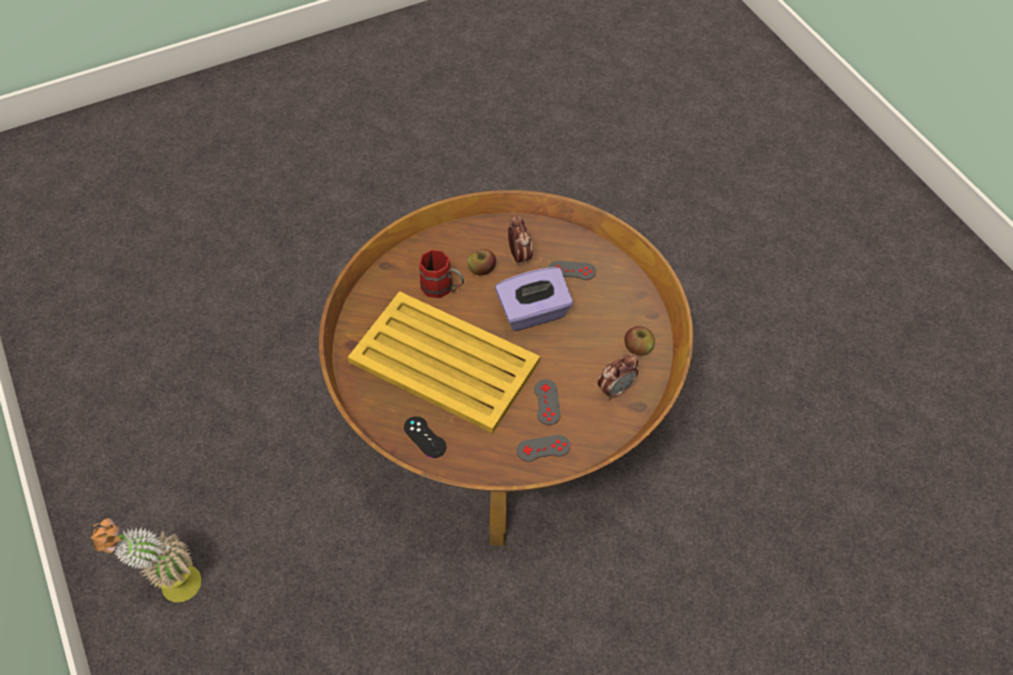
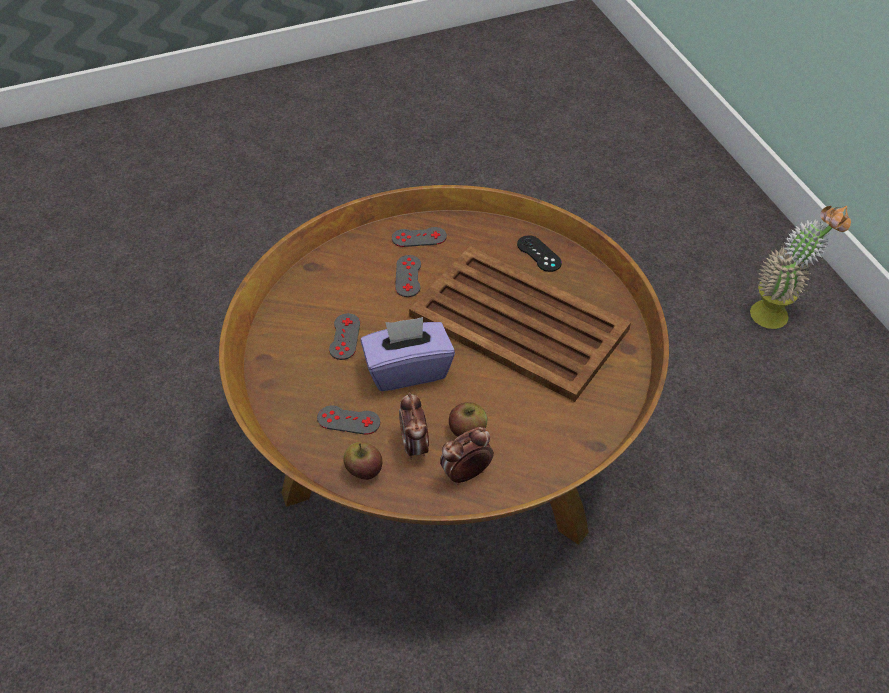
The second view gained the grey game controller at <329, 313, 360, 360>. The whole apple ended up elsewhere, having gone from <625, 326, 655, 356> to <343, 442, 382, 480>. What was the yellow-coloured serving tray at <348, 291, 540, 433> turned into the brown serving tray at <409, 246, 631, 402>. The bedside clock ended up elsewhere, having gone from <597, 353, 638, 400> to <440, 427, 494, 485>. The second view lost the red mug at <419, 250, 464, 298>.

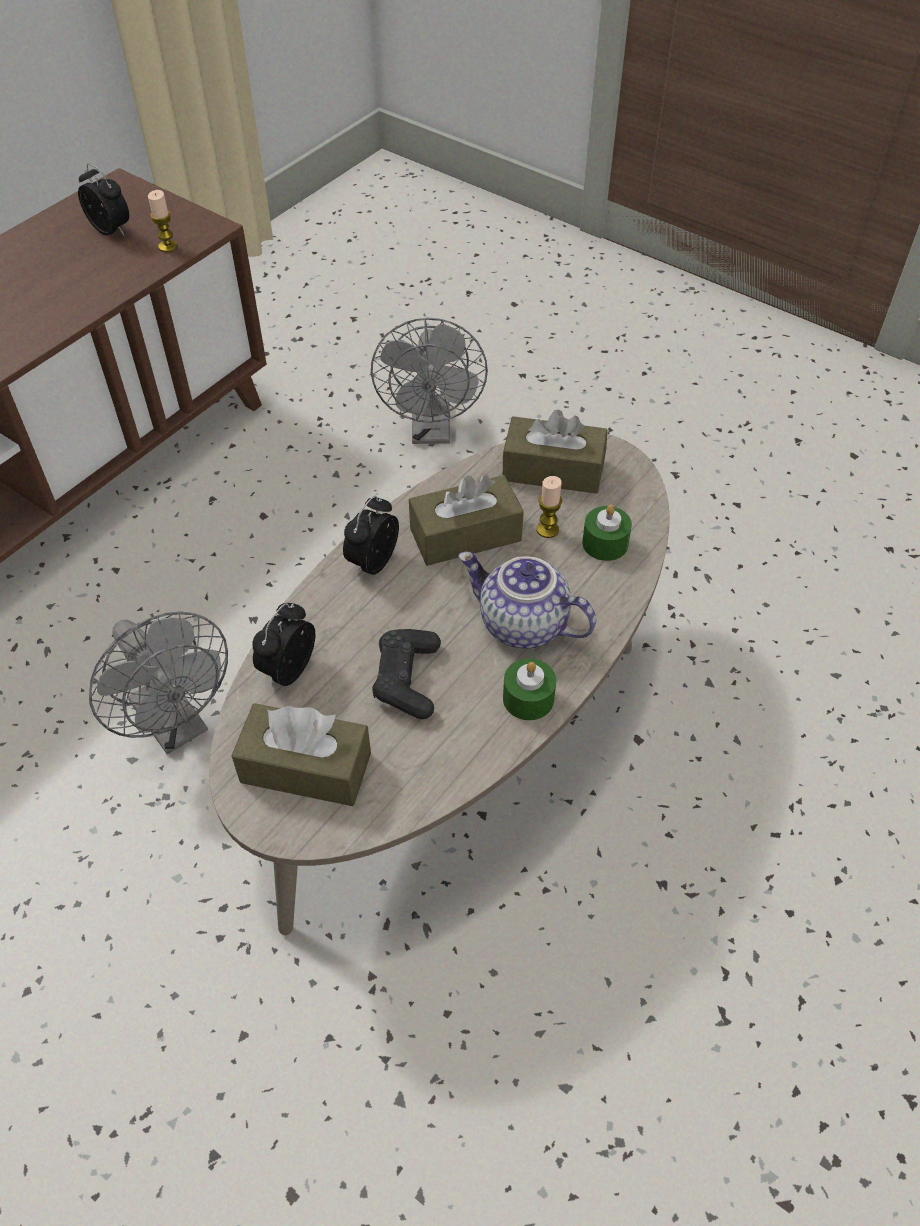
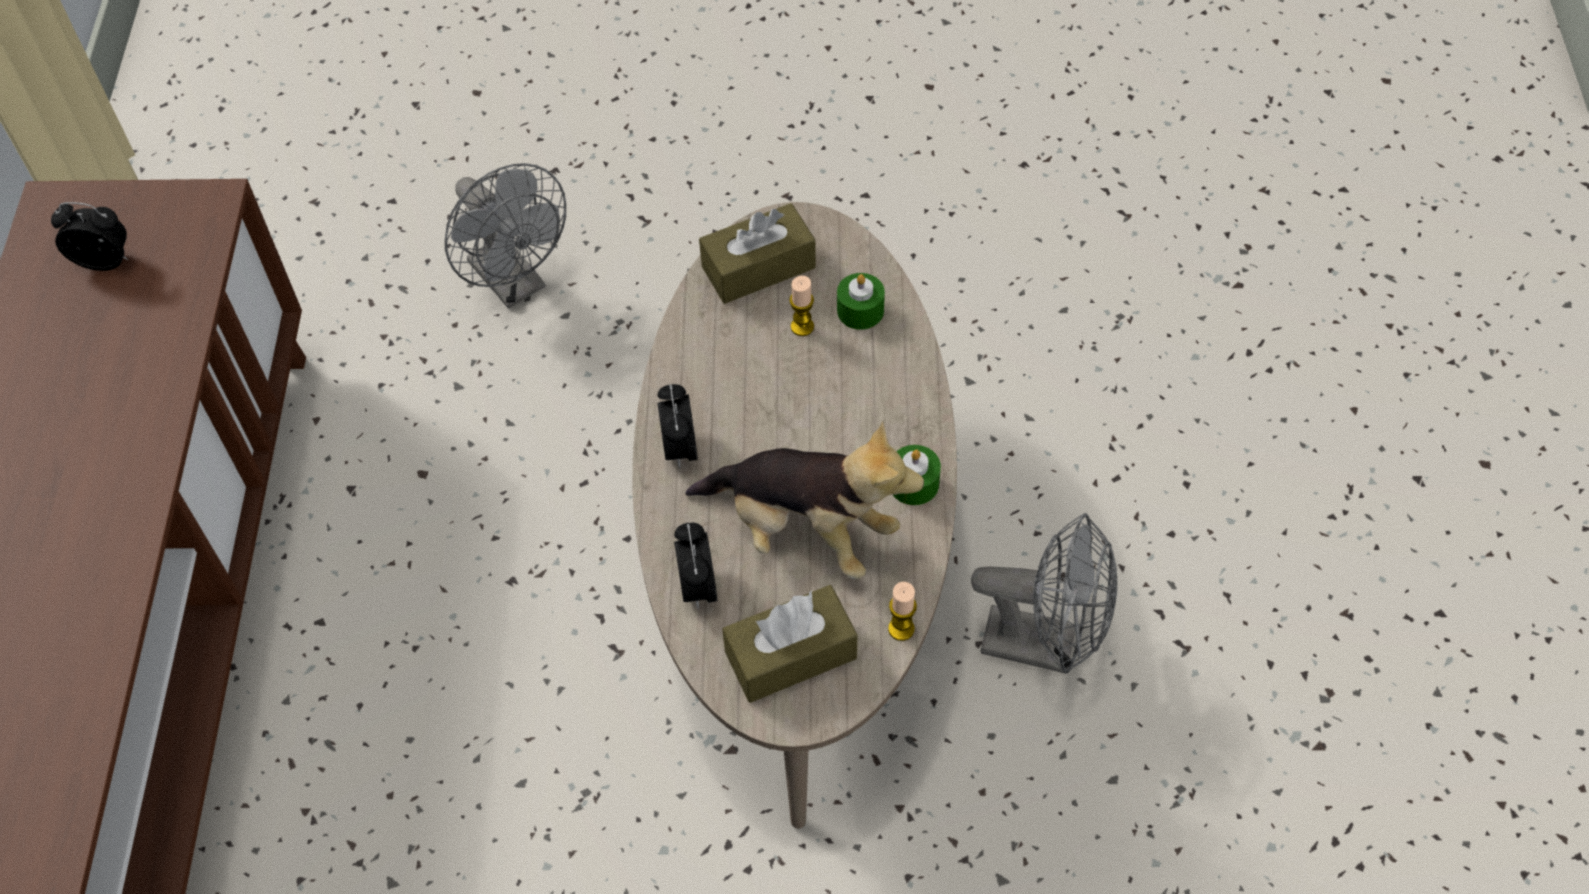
Where the black game controller stood at <372, 629, 441, 719>, the plush toy came to stand at <685, 422, 924, 579>. The wax light ended up elsewhere, having gone from <148, 190, 178, 252> to <888, 582, 917, 641>. The grey fan ended up elsewhere, having gone from <89, 611, 228, 754> to <971, 513, 1117, 674>. The second view lost the brown tissue box at <409, 475, 524, 566>. The second view lost the teapot at <458, 551, 596, 648>.

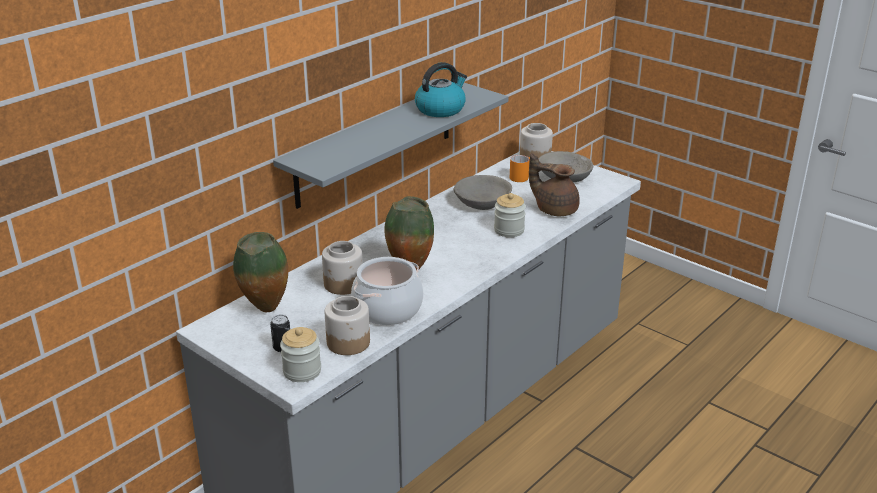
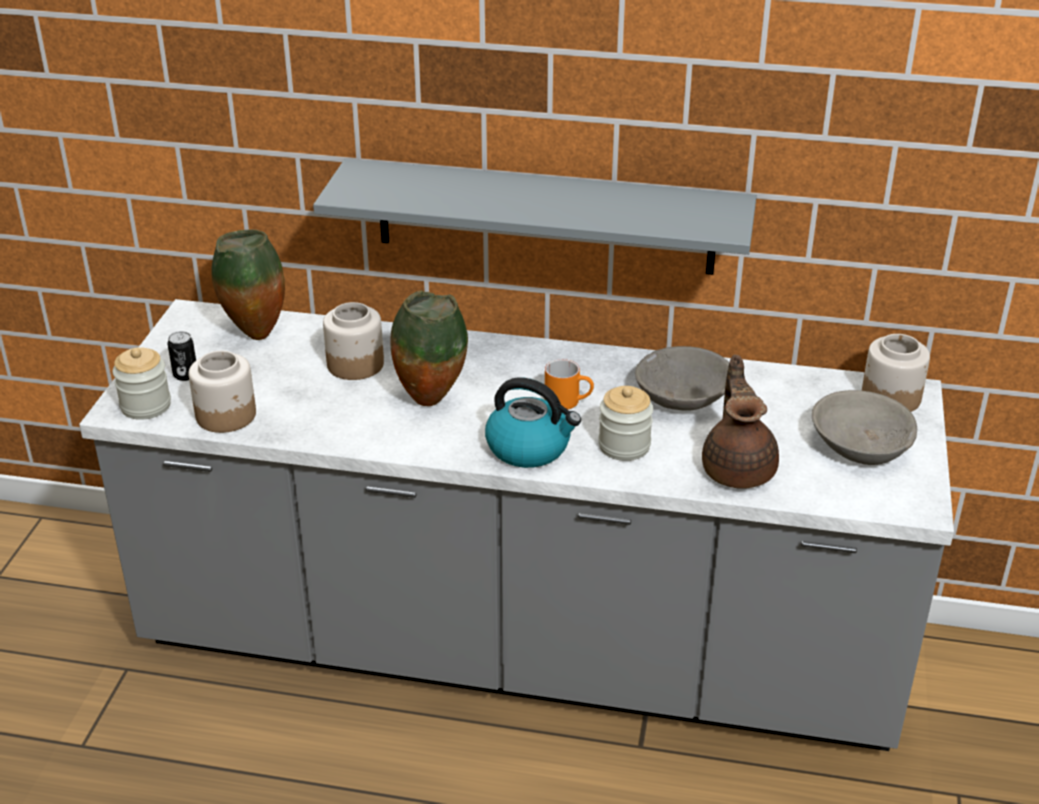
The kettle ended up elsewhere, having gone from <415, 62, 467, 117> to <485, 377, 581, 468>. The orange mug ended up elsewhere, having gone from <510, 155, 530, 182> to <545, 359, 594, 409>. The second view lost the cooking pot at <351, 257, 423, 325>.

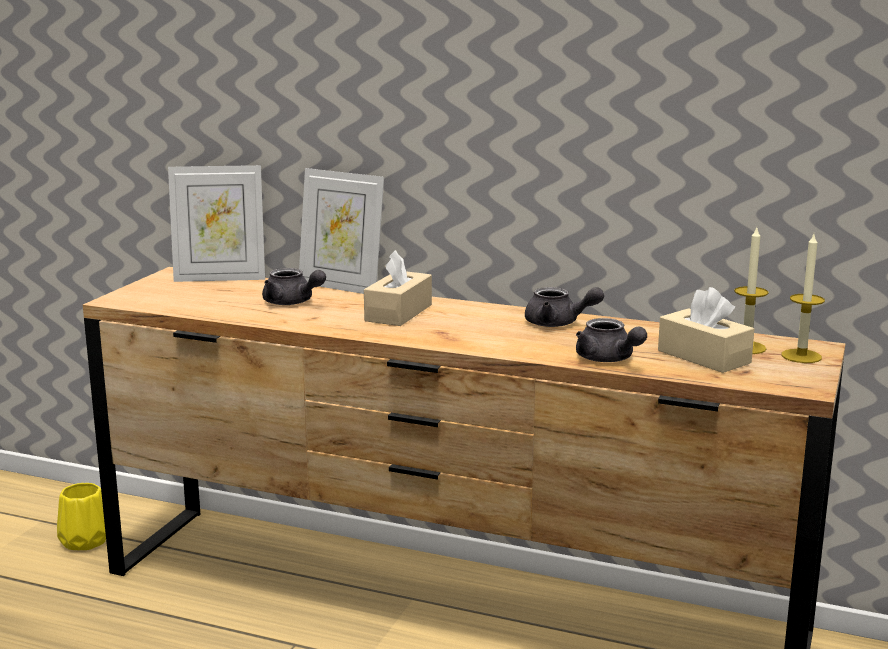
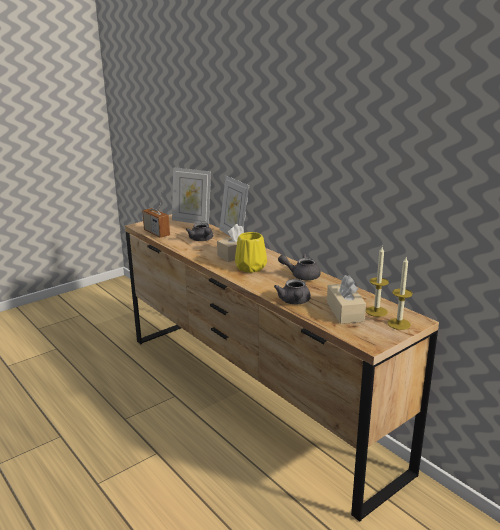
The second view gained the radio set at <142, 189, 170, 238>. The yellow-coloured flower vase ended up elsewhere, having gone from <57, 483, 106, 550> to <235, 232, 267, 273>. The grey teapot at <525, 287, 604, 327> ended up facing another way, 135 degrees clockwise from before.

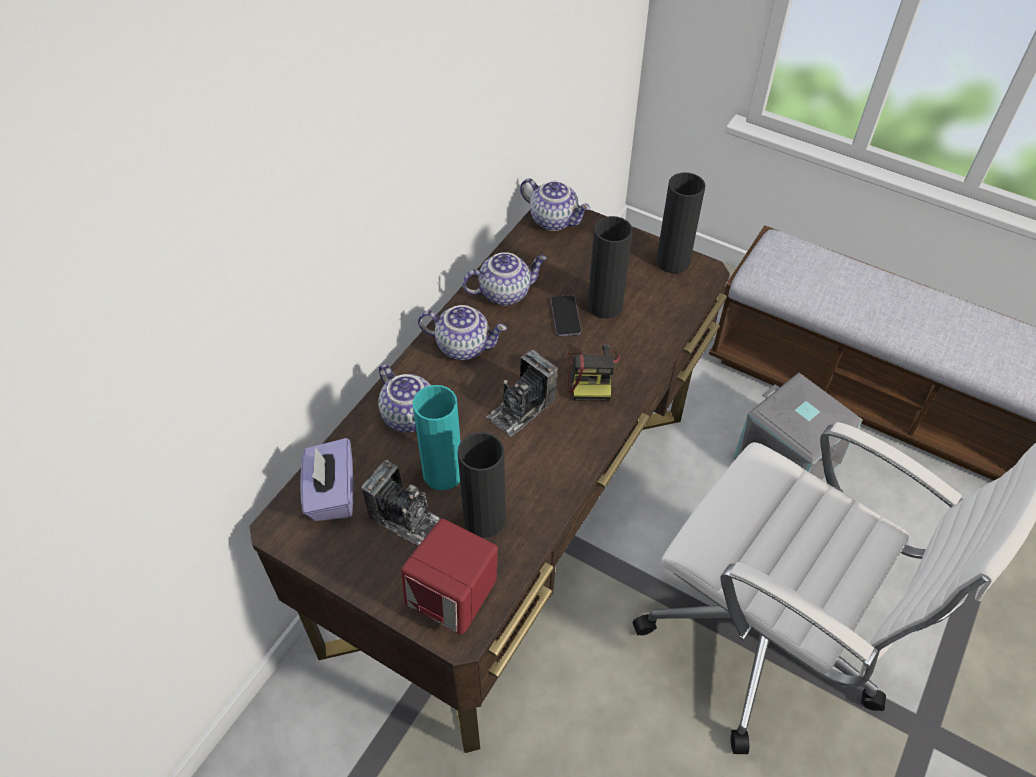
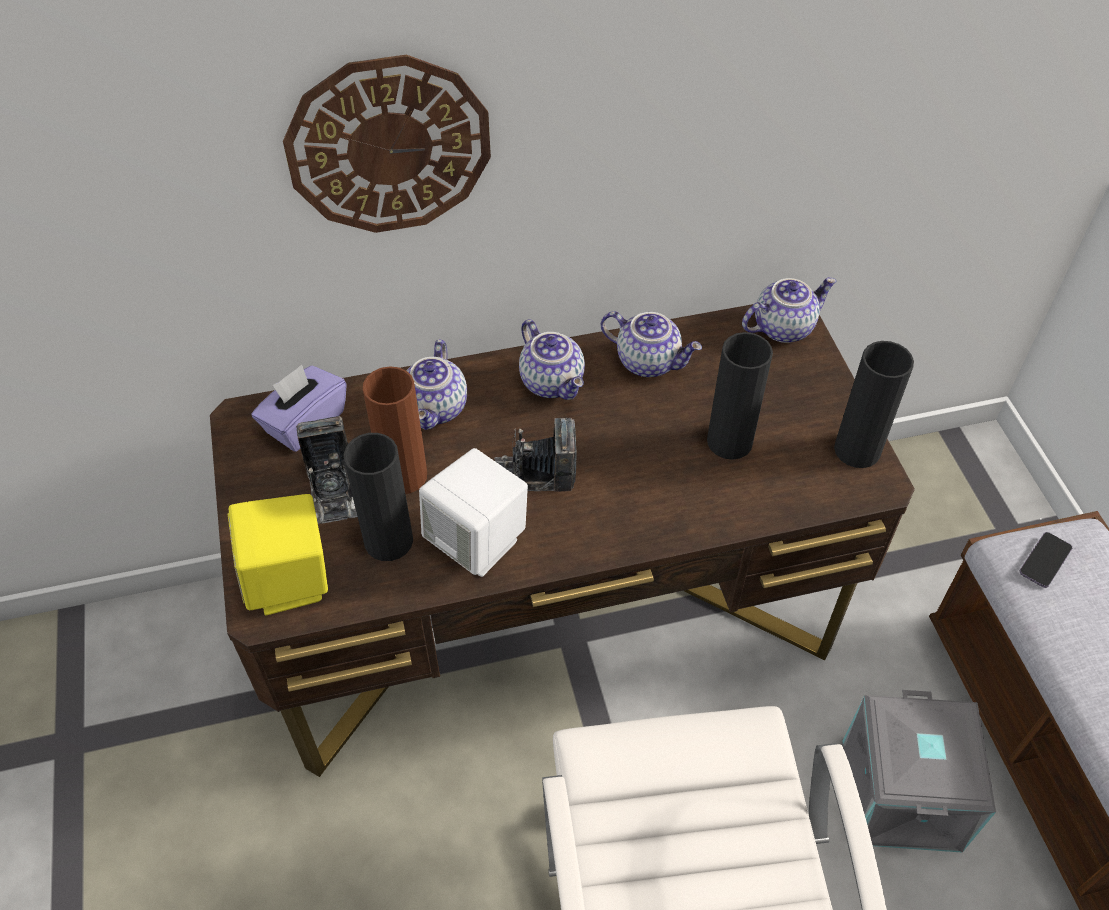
What was the red speaker at <401, 519, 498, 634> turned into the yellow-coloured speaker at <228, 494, 328, 615>. The second view gained the clock on the wall at <283, 55, 491, 233>. What was the turquoise flower vase at <413, 385, 461, 490> turned into the brown flower vase at <363, 366, 427, 494>. The second view gained the white speaker at <419, 448, 528, 577>. The teapot at <520, 178, 590, 231> ended up facing another way, 105 degrees counterclockwise from before. The telephone ended up elsewhere, having gone from <551, 295, 581, 336> to <1019, 532, 1072, 588>. The second view lost the photo camera at <565, 344, 620, 401>.

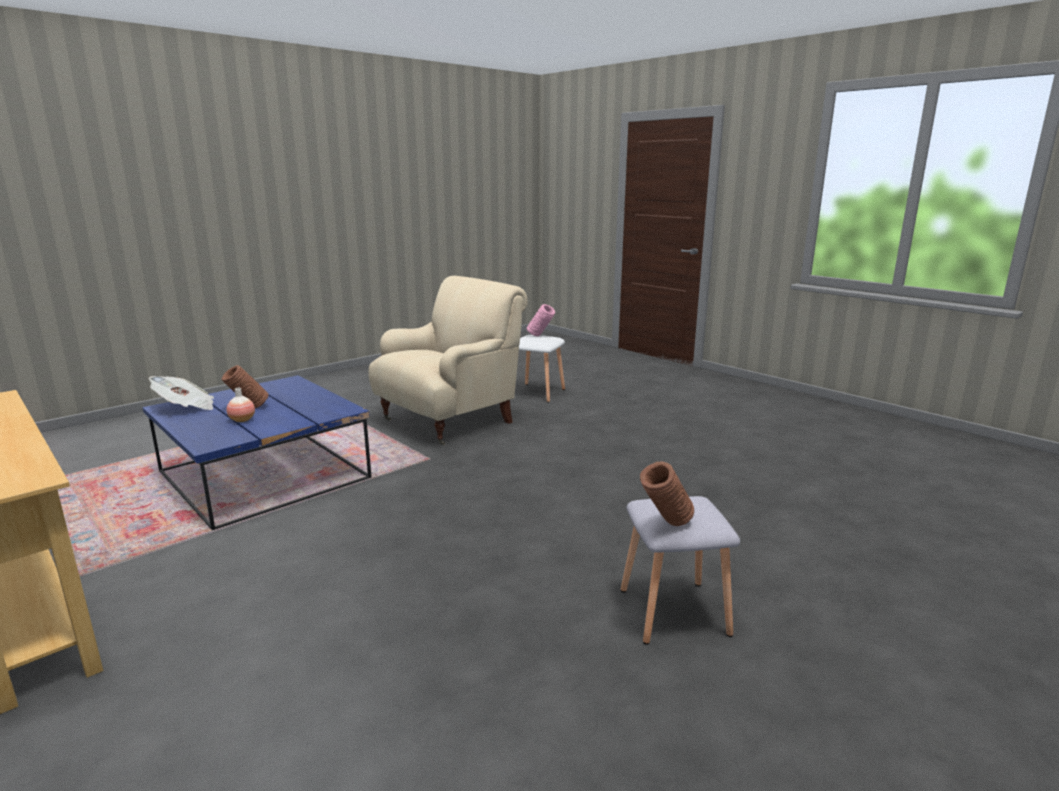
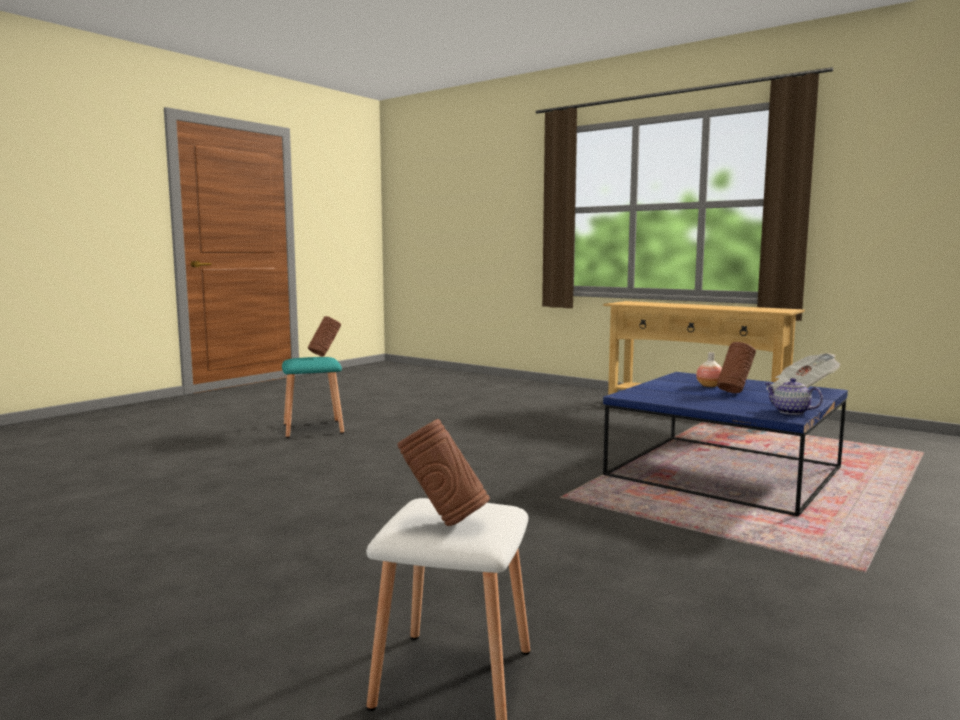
What was the grey stool at <621, 496, 740, 645> turned into the turquoise stool at <282, 357, 344, 438>. What was the pink flower vase at <527, 304, 555, 336> turned into the brown flower vase at <398, 419, 490, 526>. The second view gained the teapot at <764, 378, 823, 415>. The second view lost the beige easy chair at <369, 276, 528, 445>.

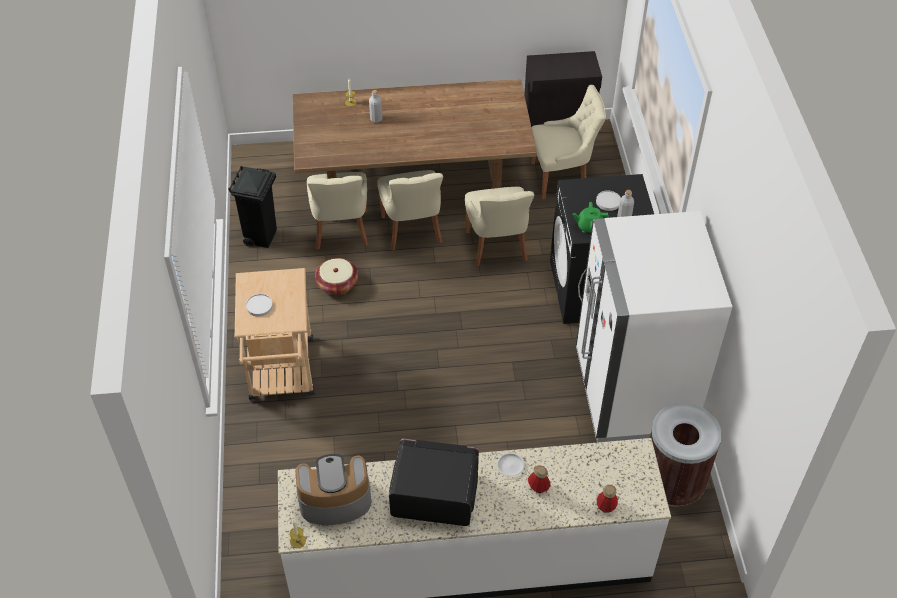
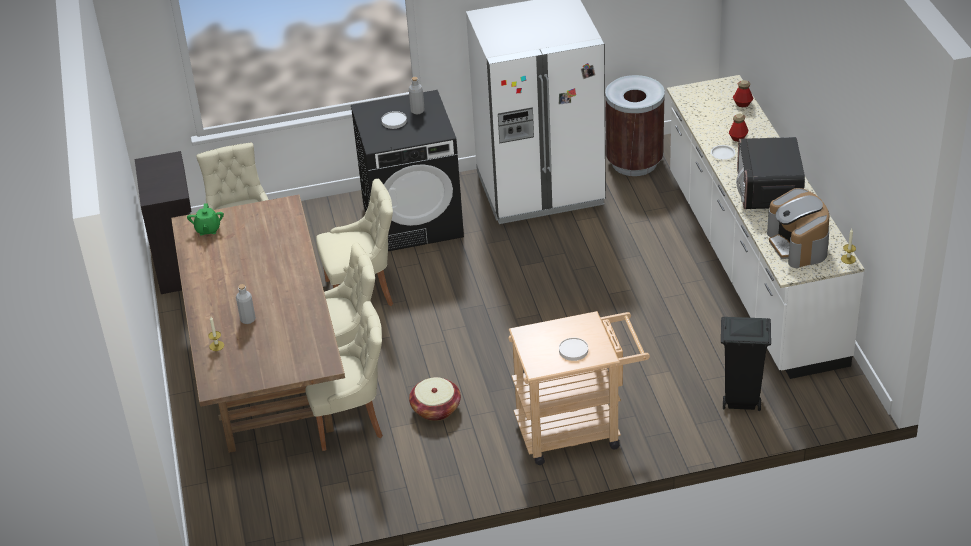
The green-coloured teapot ended up elsewhere, having gone from <573, 202, 609, 233> to <187, 203, 224, 235>. The black waste bin ended up elsewhere, having gone from <228, 166, 277, 248> to <721, 317, 771, 411>.

